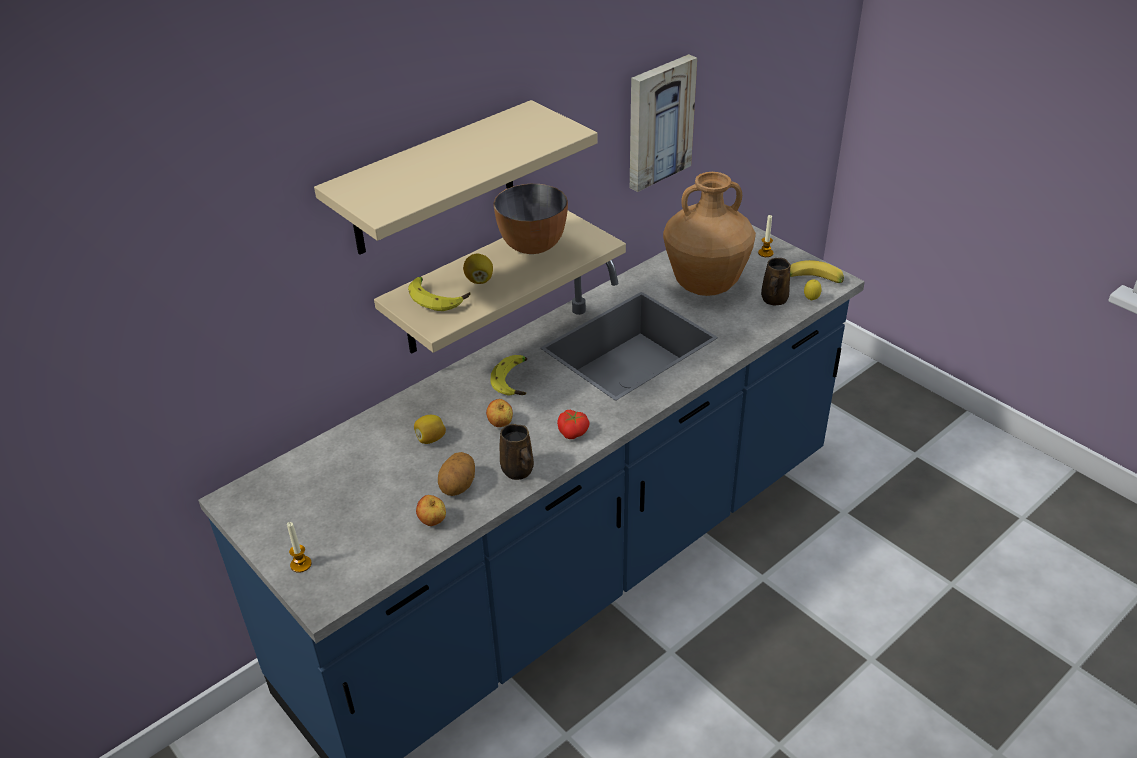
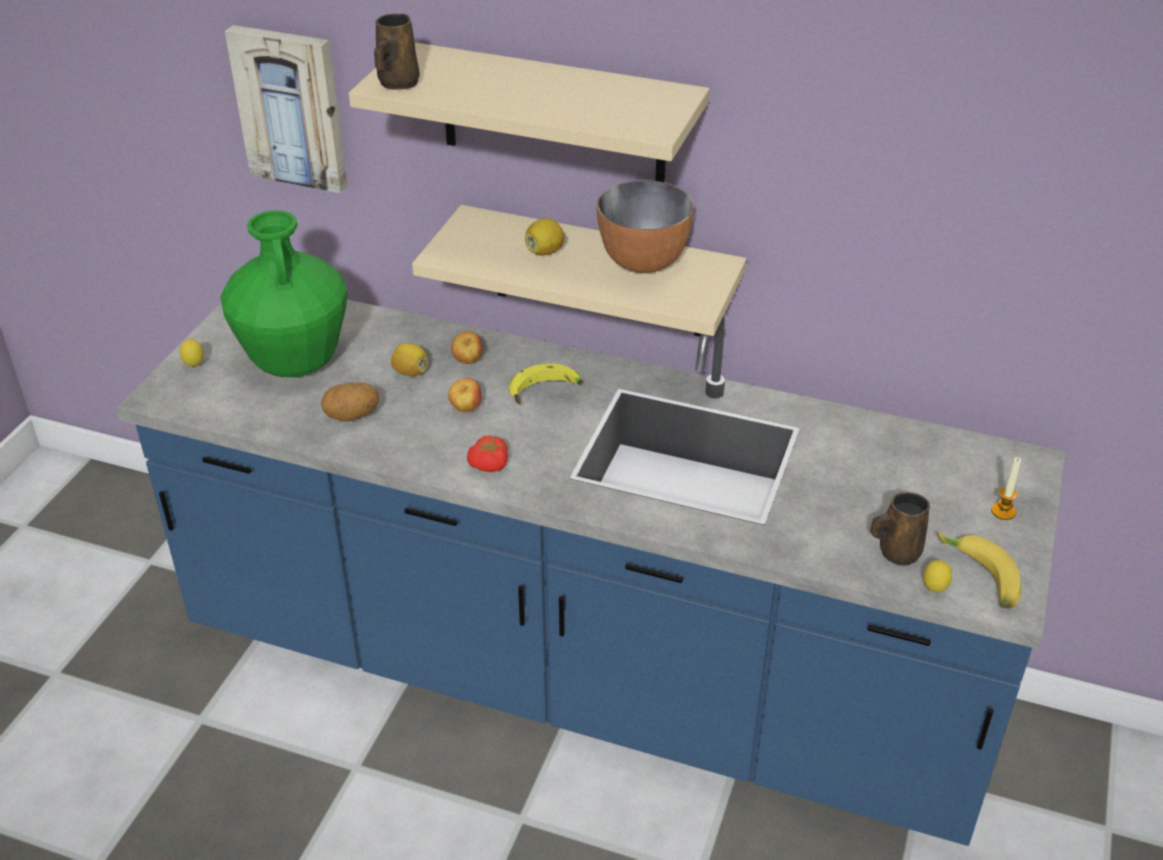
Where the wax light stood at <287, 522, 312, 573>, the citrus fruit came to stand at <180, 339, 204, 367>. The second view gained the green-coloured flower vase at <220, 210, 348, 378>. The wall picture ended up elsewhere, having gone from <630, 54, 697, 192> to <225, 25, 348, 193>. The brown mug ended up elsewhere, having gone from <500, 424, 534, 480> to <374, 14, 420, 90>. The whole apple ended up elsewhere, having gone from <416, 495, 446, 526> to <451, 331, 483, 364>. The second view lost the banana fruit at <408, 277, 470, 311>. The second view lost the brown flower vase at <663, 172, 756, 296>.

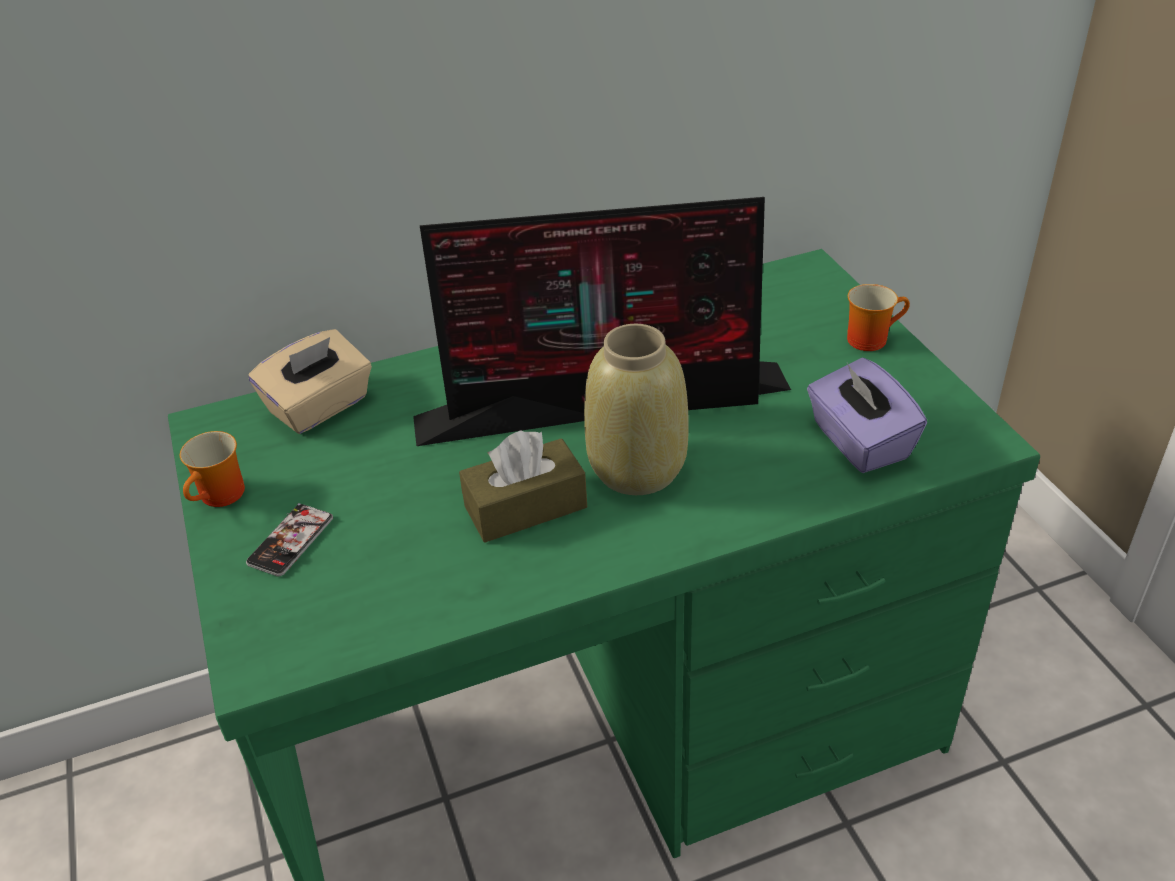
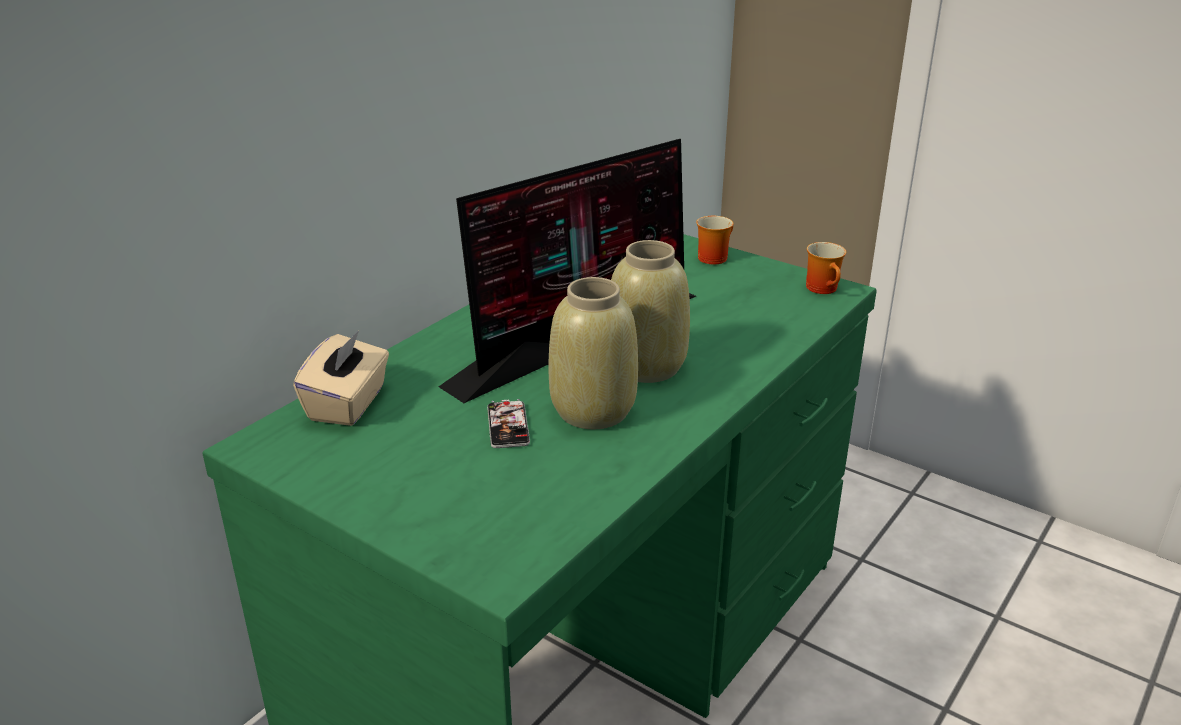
The telephone ended up elsewhere, having gone from <246, 503, 333, 576> to <487, 399, 530, 448>. Where the brown tissue box stood at <459, 431, 587, 543>, the beige flower vase came to stand at <549, 277, 638, 429>. The mug ended up elsewhere, having gone from <180, 431, 245, 507> to <806, 242, 846, 294>. The second view lost the purple-coloured tissue box at <807, 358, 927, 473>.

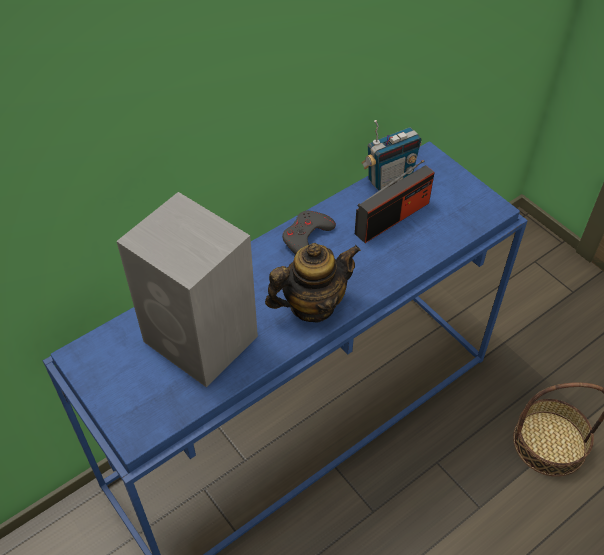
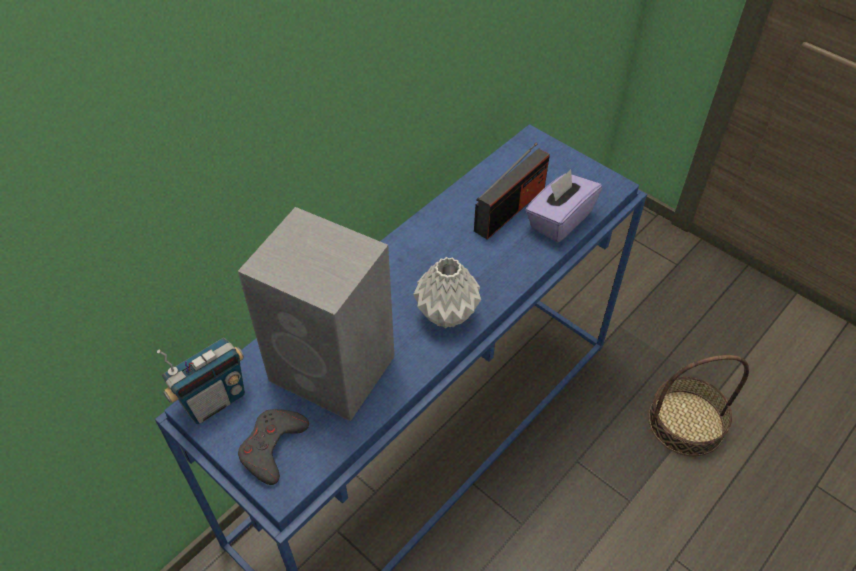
The radio set ended up elsewhere, having gone from <361, 120, 422, 190> to <157, 338, 245, 424>. The grey game controller ended up elsewhere, having gone from <282, 211, 336, 255> to <238, 409, 309, 485>. Where the teapot stood at <265, 243, 361, 322>, the grey flower vase came to stand at <413, 257, 481, 328>. The second view gained the purple-coloured tissue box at <526, 170, 602, 243>.

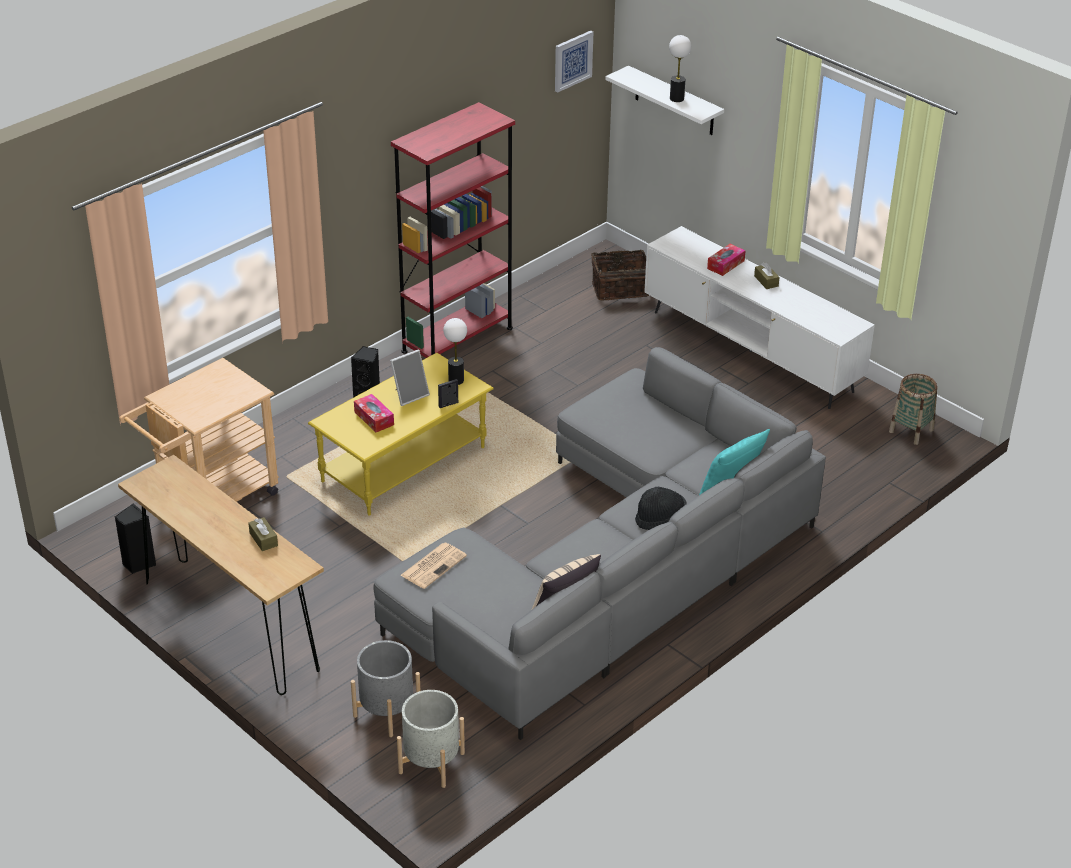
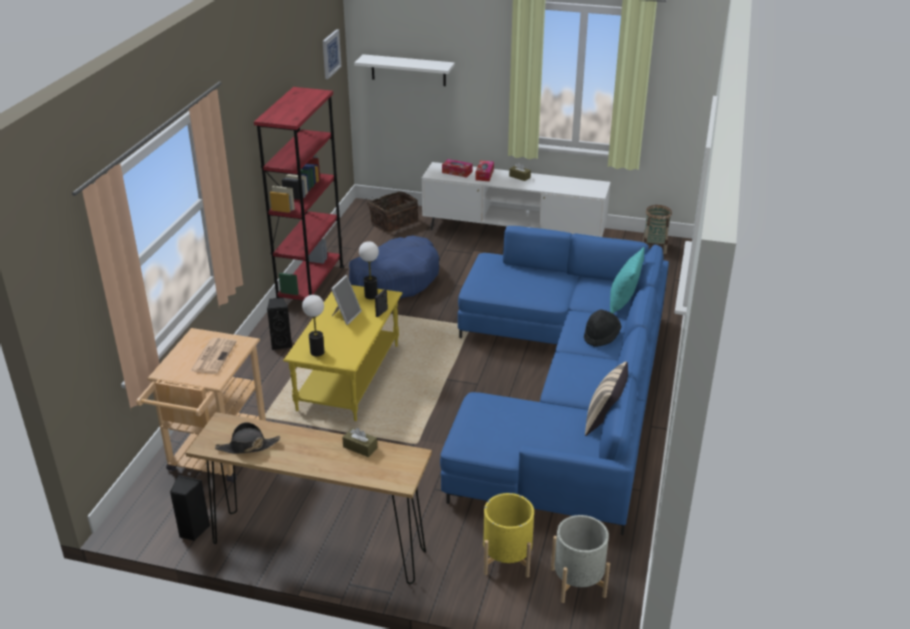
The printed paper ended up elsewhere, having gone from <401, 543, 467, 589> to <190, 338, 237, 374>. The second view gained the black clothing hat at <215, 422, 280, 454>. The lamp for a table ended up elsewhere, having gone from <669, 35, 691, 102> to <302, 295, 324, 357>. The second view gained the blue dog cushion at <349, 235, 439, 299>. What was the grey sofa at <373, 347, 826, 740> turned into the blue sofa at <440, 226, 669, 535>. The tissue box ended up elsewhere, having gone from <354, 394, 394, 432> to <442, 159, 473, 178>. What was the grey plant pot at <351, 640, 420, 737> turned into the yellow-coloured plant pot at <483, 493, 534, 578>.

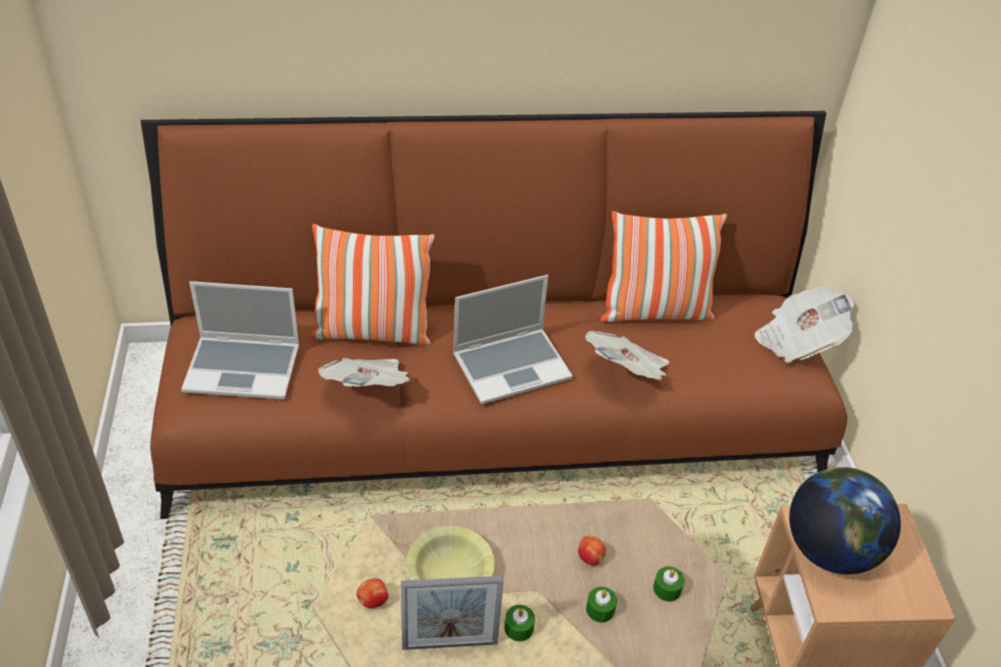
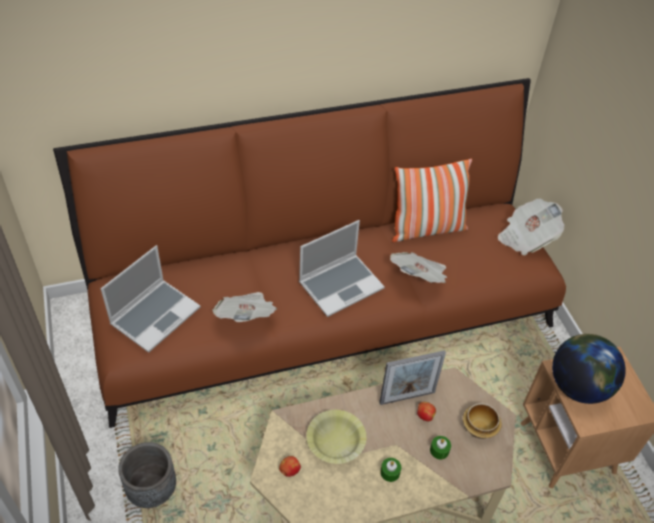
The laptop at <181, 281, 299, 399> ended up facing another way, 45 degrees counterclockwise from before. The second view gained the grey plant pot at <118, 442, 176, 508>. The picture frame ended up elsewhere, having gone from <401, 576, 504, 650> to <379, 350, 446, 405>. Where the green-coloured wax light stood at <653, 566, 685, 601>, the deep dish came to stand at <463, 403, 502, 439>. The second view lost the throw pillow at <310, 224, 435, 345>.

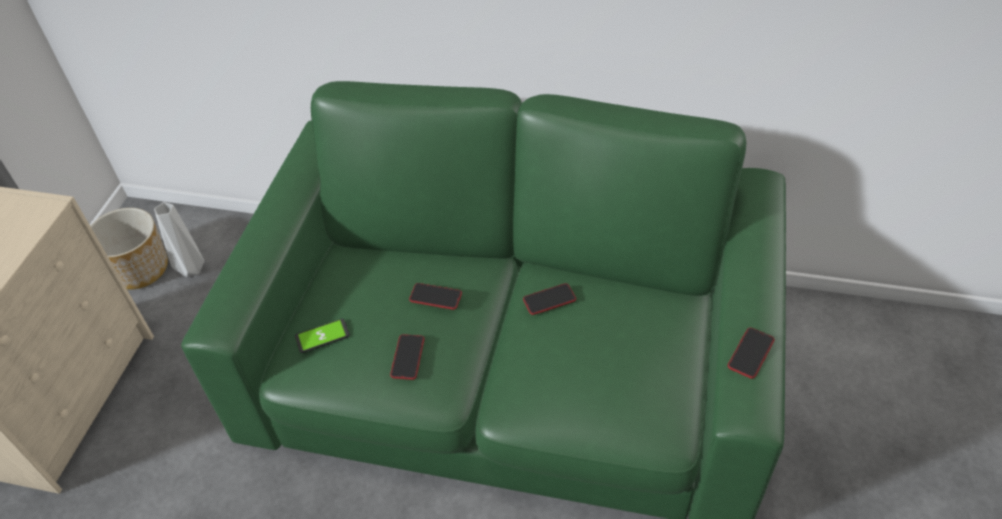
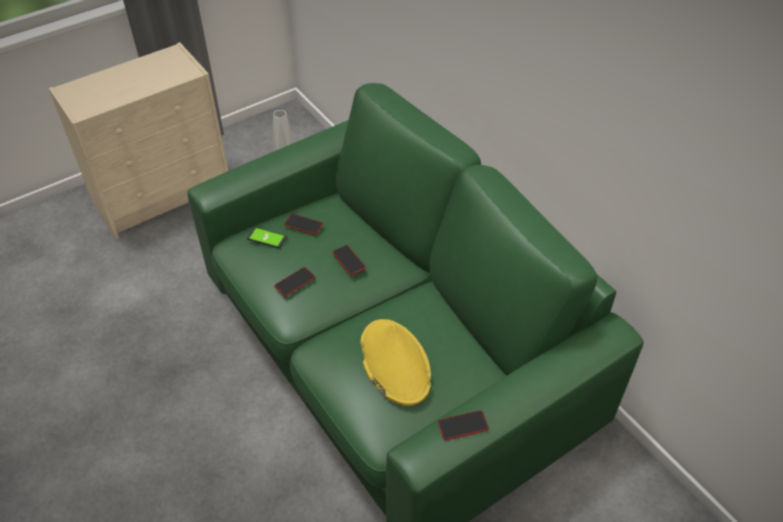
The telephone ended up elsewhere, having gone from <523, 283, 576, 315> to <284, 214, 323, 235>. The second view gained the yellow-coloured clothing hat at <360, 319, 431, 406>. The second view lost the plant pot at <91, 208, 168, 289>.

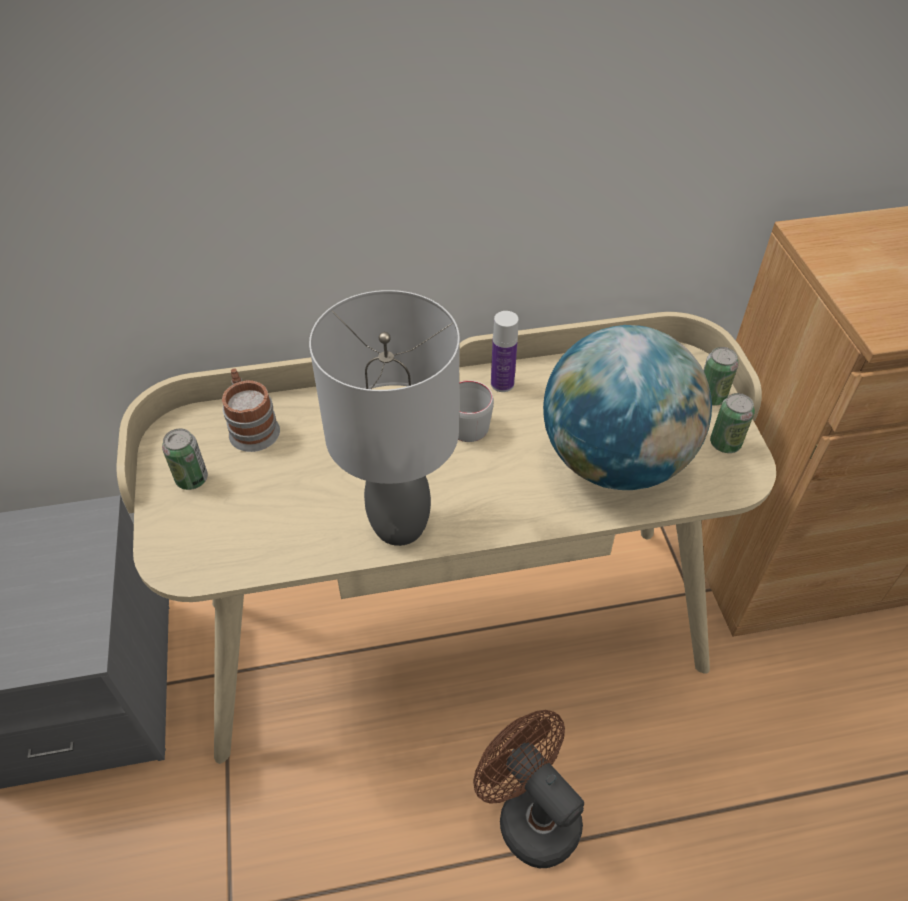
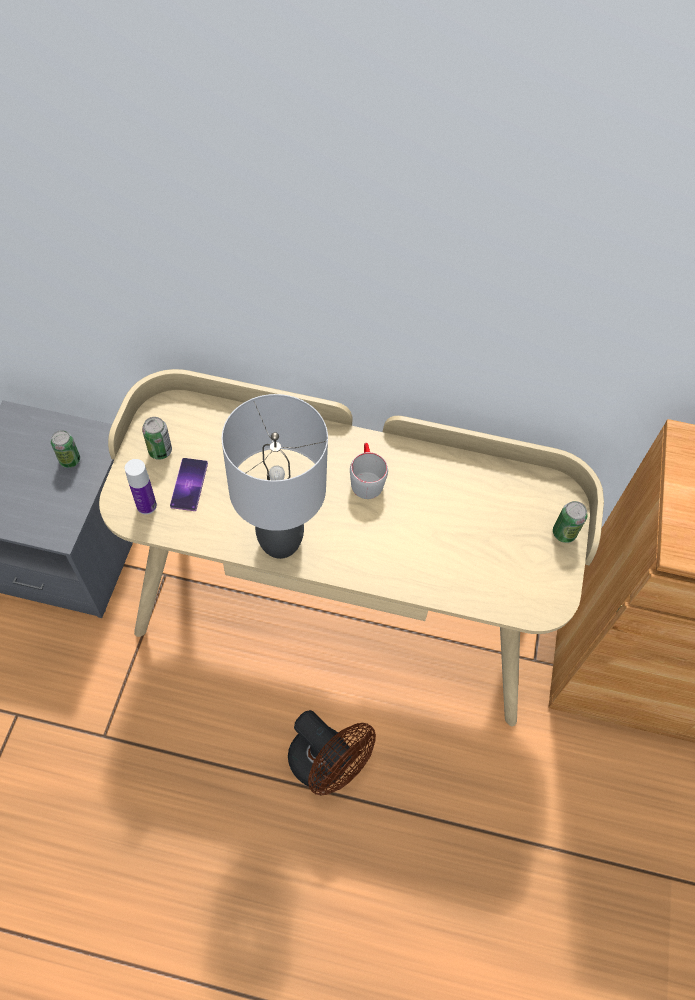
The sealed can ended up elsewhere, having gone from <710, 393, 755, 453> to <51, 430, 80, 468>. The beverage bottle ended up elsewhere, having gone from <491, 311, 518, 392> to <125, 459, 157, 515>. The second view gained the telephone at <170, 458, 208, 511>. The brown fan at <473, 710, 584, 868> ended up facing another way, 150 degrees clockwise from before. The second view lost the mug at <222, 368, 280, 452>. The second view lost the globe at <543, 325, 712, 490>.

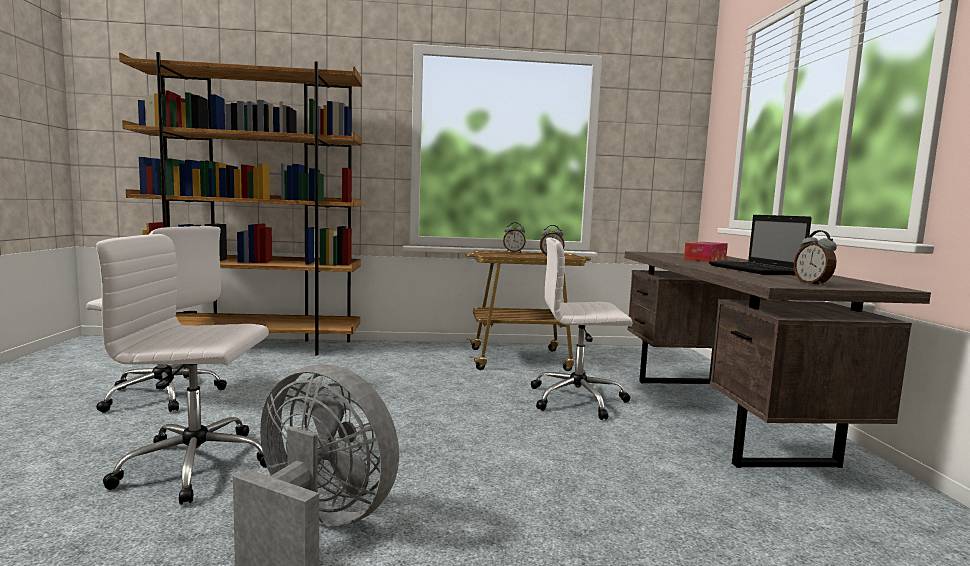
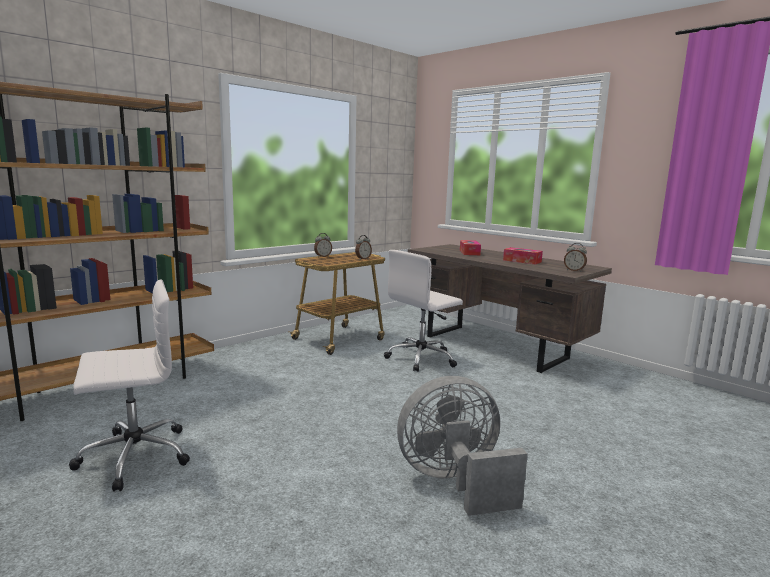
Where the laptop stood at <709, 215, 812, 275>, the tissue box came to stand at <503, 247, 543, 265>. The second view lost the white computer chair at <96, 234, 269, 505>.

